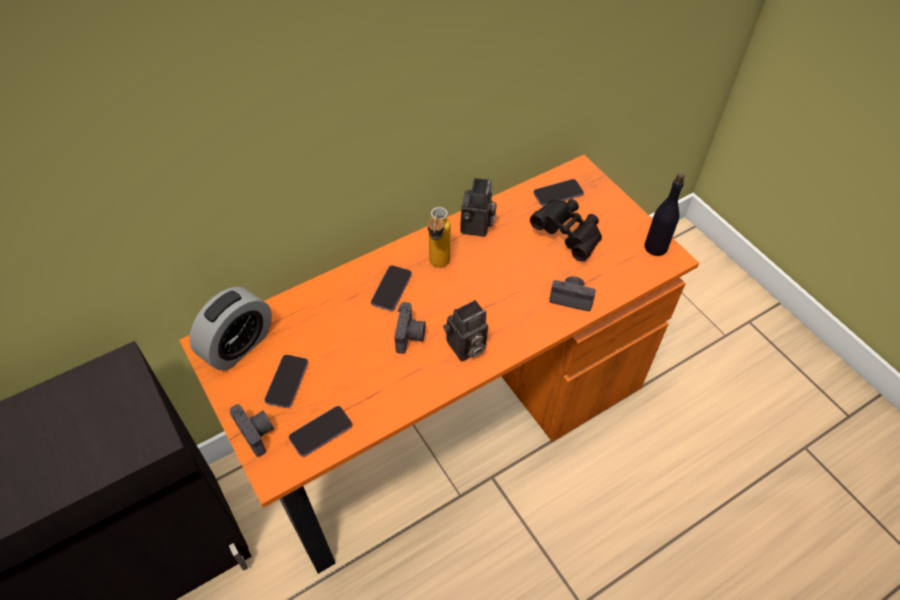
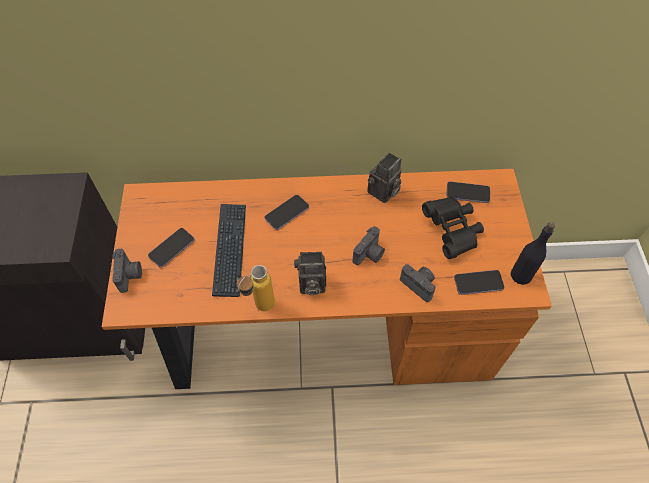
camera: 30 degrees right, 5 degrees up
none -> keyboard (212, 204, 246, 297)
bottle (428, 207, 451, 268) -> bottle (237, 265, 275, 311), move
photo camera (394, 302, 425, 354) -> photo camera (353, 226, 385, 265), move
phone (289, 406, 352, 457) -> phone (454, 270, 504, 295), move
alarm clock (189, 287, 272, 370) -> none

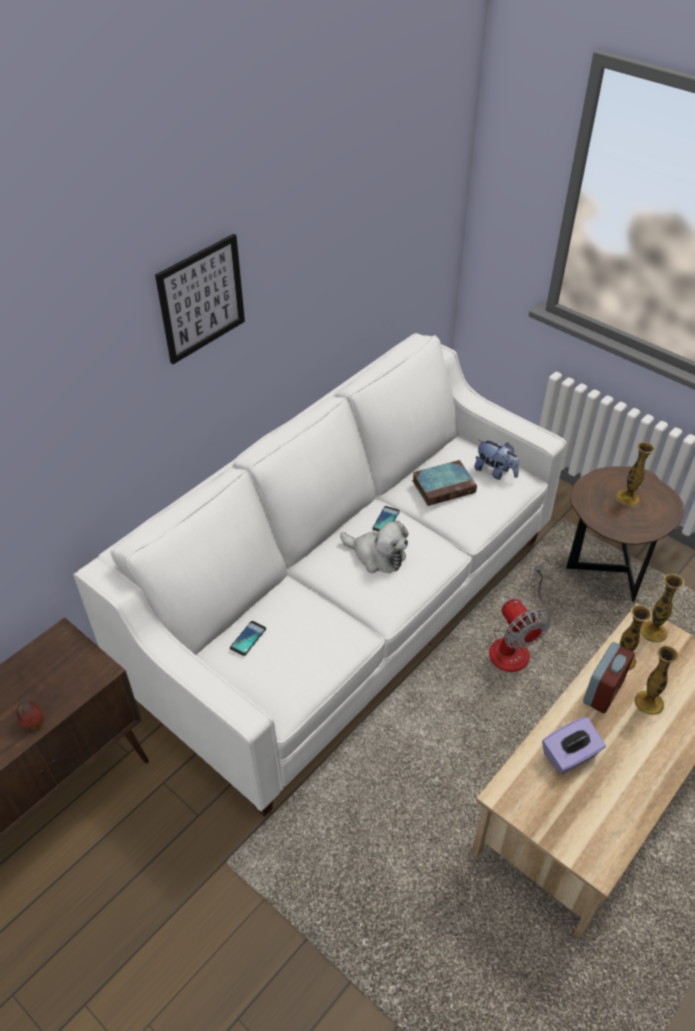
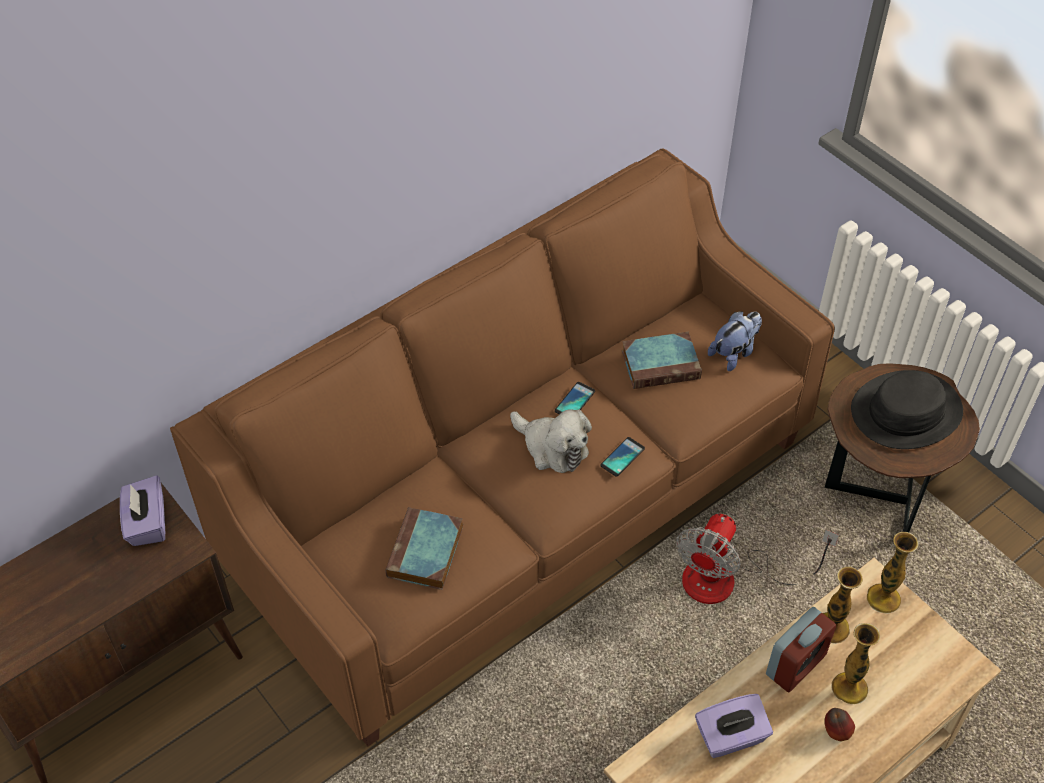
camera: 10 degrees right, 5 degrees up
none -> purple tissue box (120, 475, 165, 546)
white sofa (73, 333, 567, 817) -> brown sofa (170, 149, 835, 747)
none -> book (385, 507, 463, 590)
phone (230, 621, 266, 656) -> phone (600, 437, 645, 477), move
fan (489, 562, 551, 672) -> fan (676, 513, 839, 604), 45 degrees clockwise
plush toy (474, 439, 519, 480) -> plush toy (708, 311, 762, 371), 90 degrees counterclockwise
apple (16, 701, 44, 729) -> apple (825, 708, 855, 741), move
vase (616, 442, 655, 506) -> black hat (851, 370, 963, 449)
picture (155, 234, 245, 364) -> none

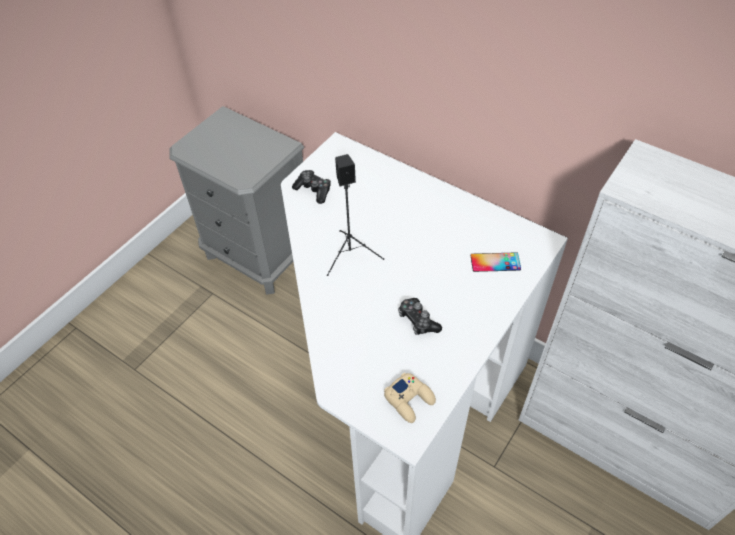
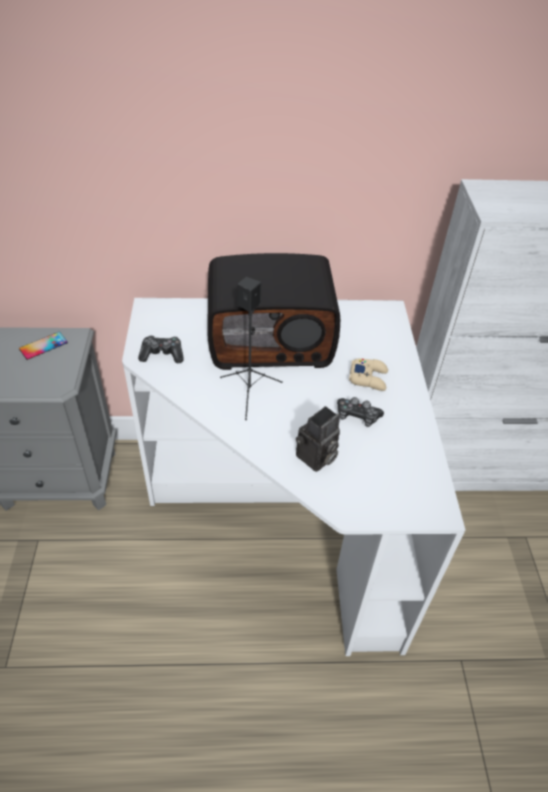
camera: 40 degrees left, 5 degrees down
phone (471, 252, 521, 272) -> phone (19, 332, 68, 360), move
none -> radio (207, 253, 340, 370)
none -> photo camera (296, 406, 340, 472)
beige game controller (384, 372, 436, 423) -> beige game controller (349, 359, 388, 391), move

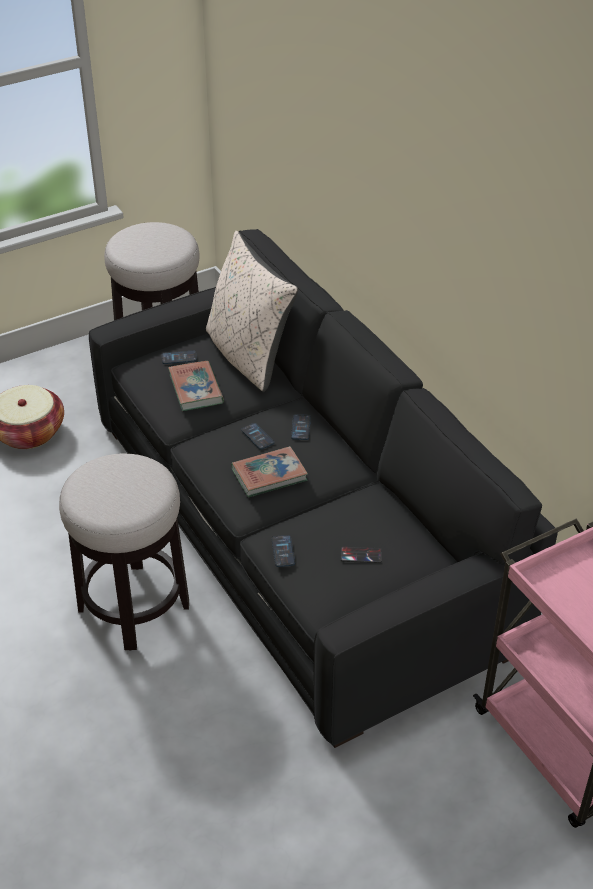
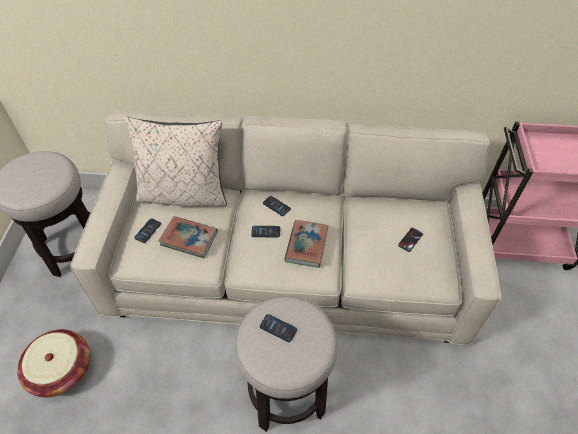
camera: 55 degrees left, 10 degrees up
black sofa (89, 229, 558, 748) -> beige sofa (70, 111, 501, 345)
phone (272, 535, 295, 567) -> phone (260, 314, 297, 342), move

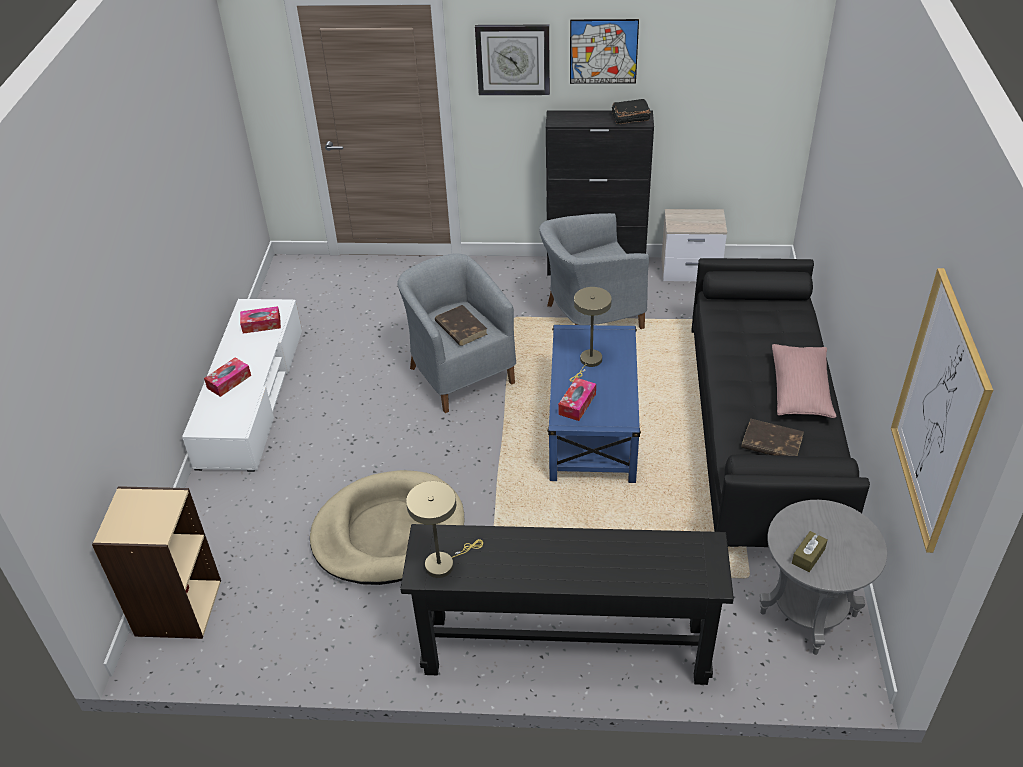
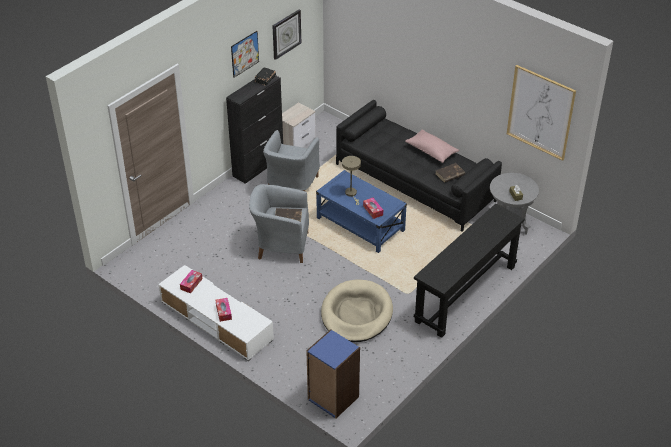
camera: 55 degrees left, 0 degrees up
wall clock (475, 24, 550, 95) -> wall clock (273, 10, 301, 60), move
beige bookcase (92, 486, 221, 639) -> blue bookcase (306, 329, 360, 419)
beige table lamp (406, 481, 483, 578) -> none

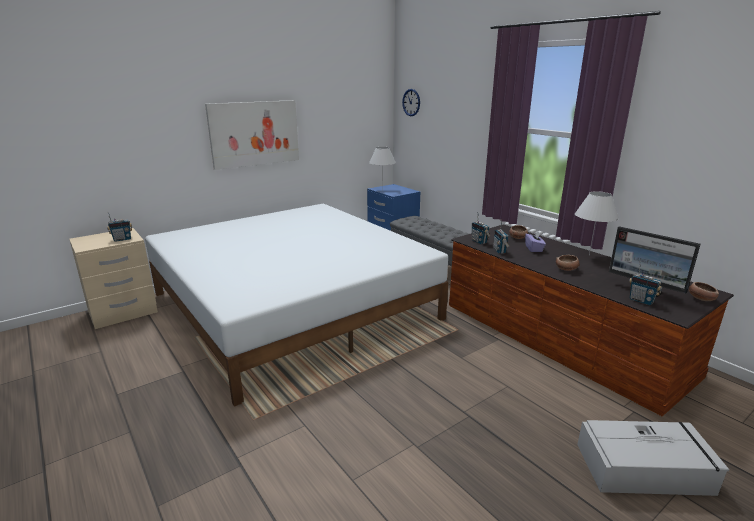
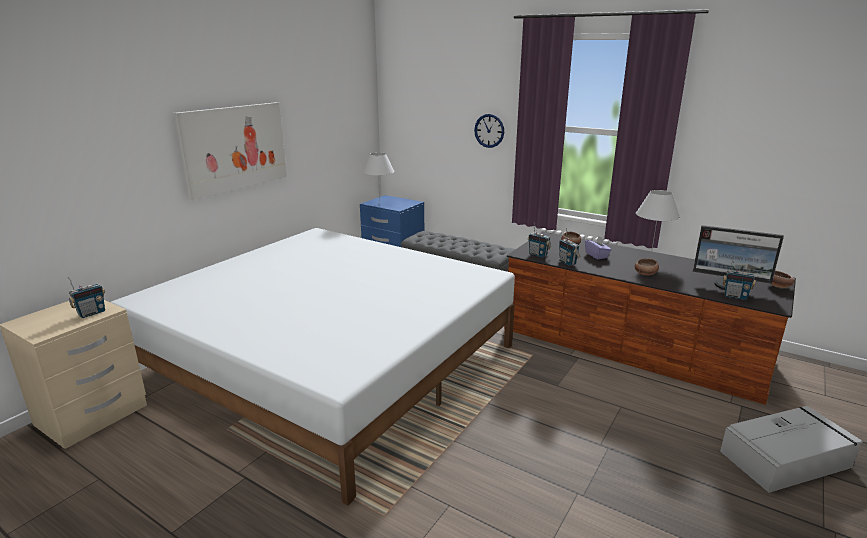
camera: 20 degrees left, 0 degrees up
wall clock (402, 89, 420, 116) -> wall clock (474, 114, 504, 148), move

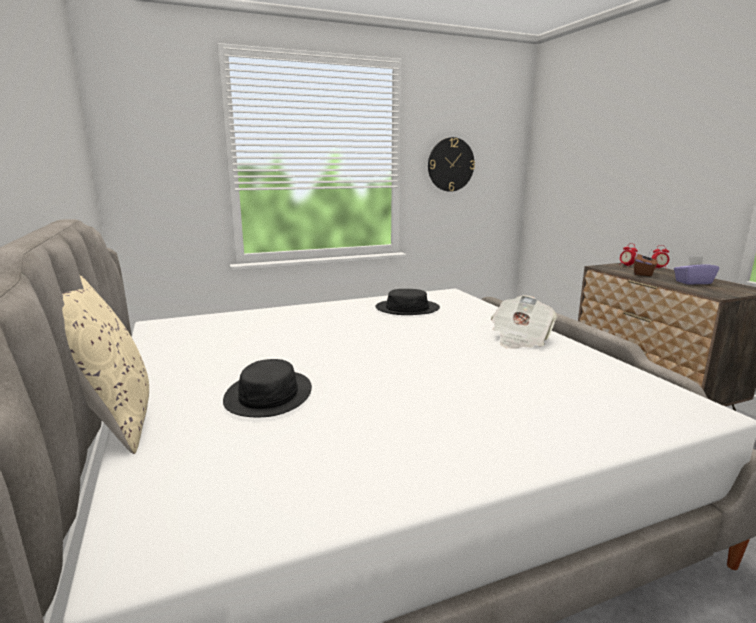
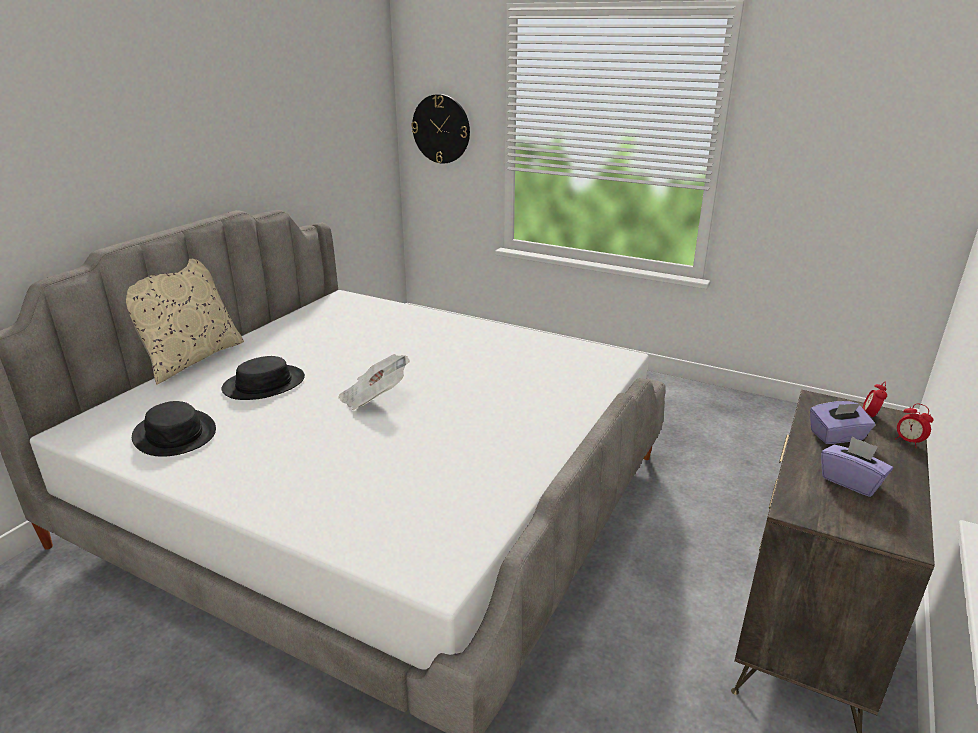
camera: 50 degrees right, 10 degrees up
black hat (376, 289, 440, 315) -> black hat (132, 401, 216, 457), move
newspaper (491, 295, 557, 349) -> newspaper (338, 354, 410, 410), move
wall clock (428, 137, 475, 192) -> wall clock (411, 94, 470, 164), move
brown tissue box (634, 251, 658, 276) -> purple tissue box (810, 401, 875, 444)

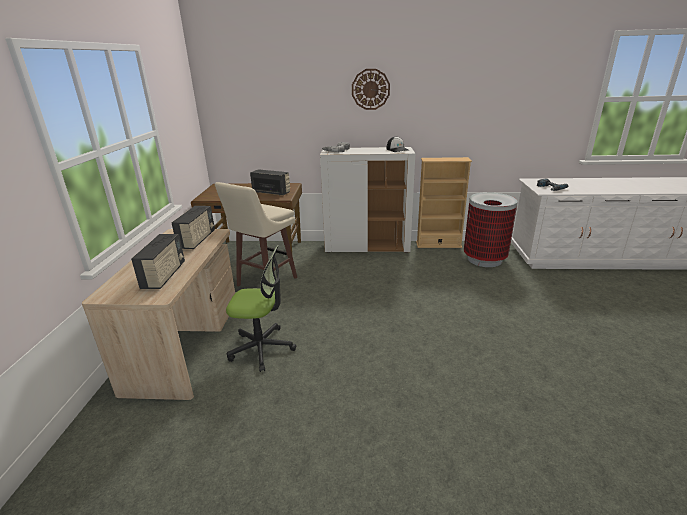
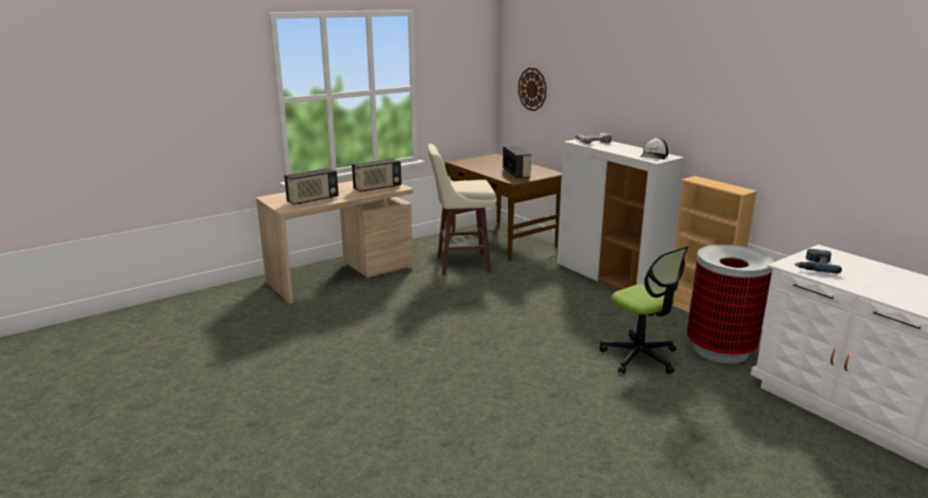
camera: 50 degrees right, 5 degrees down
wall clock (352, 69, 390, 110) -> wall clock (518, 68, 547, 111), move
office chair (226, 245, 296, 372) -> office chair (600, 246, 689, 374), move

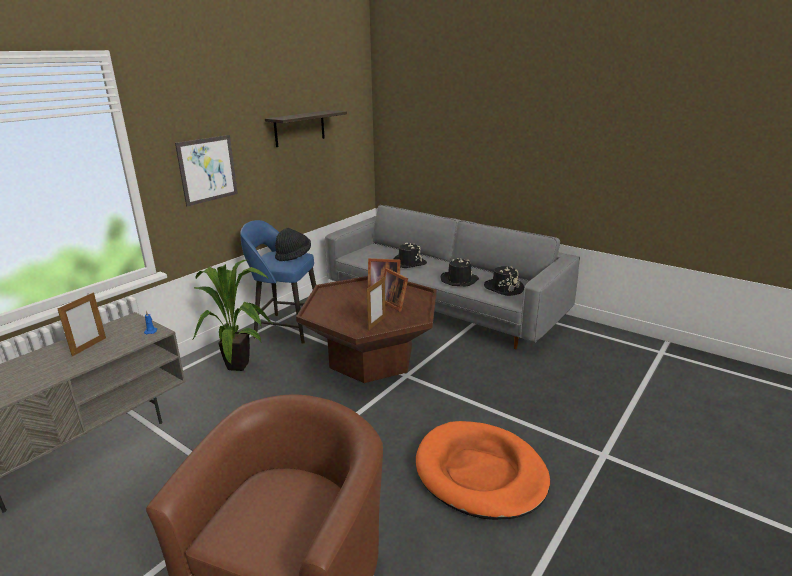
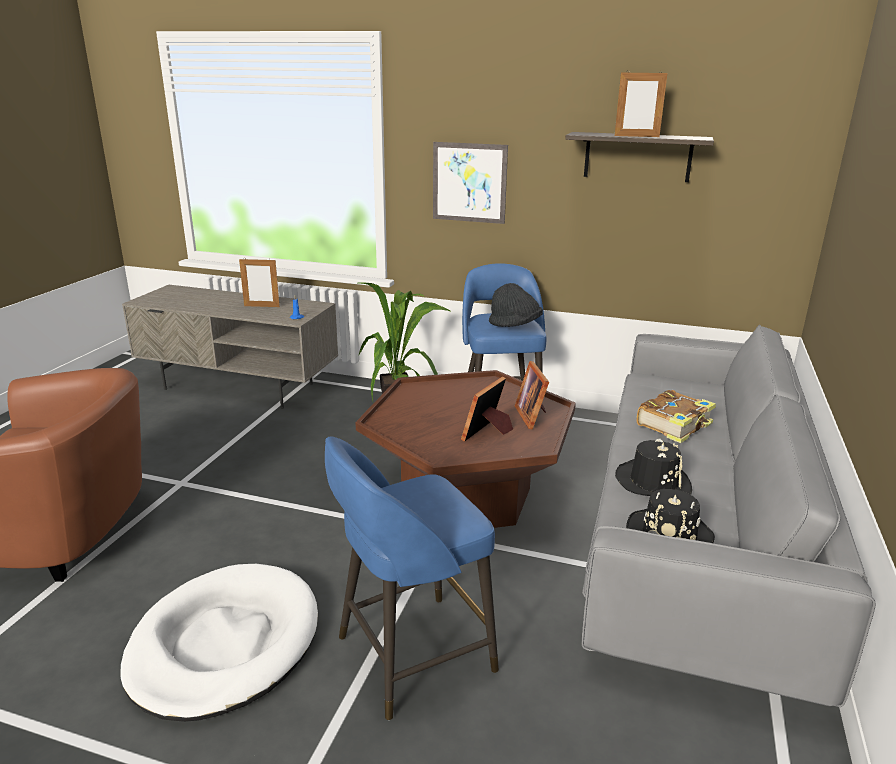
camera: 70 degrees right, 0 degrees up
orange dog bed (416, 421, 550, 520) -> white dog bed (120, 564, 318, 722)
none -> blue stool (325, 437, 499, 720)
picture frame (367, 277, 386, 331) -> picture frame (615, 70, 668, 137), move
black hat (393, 242, 427, 268) -> book (637, 390, 716, 443)

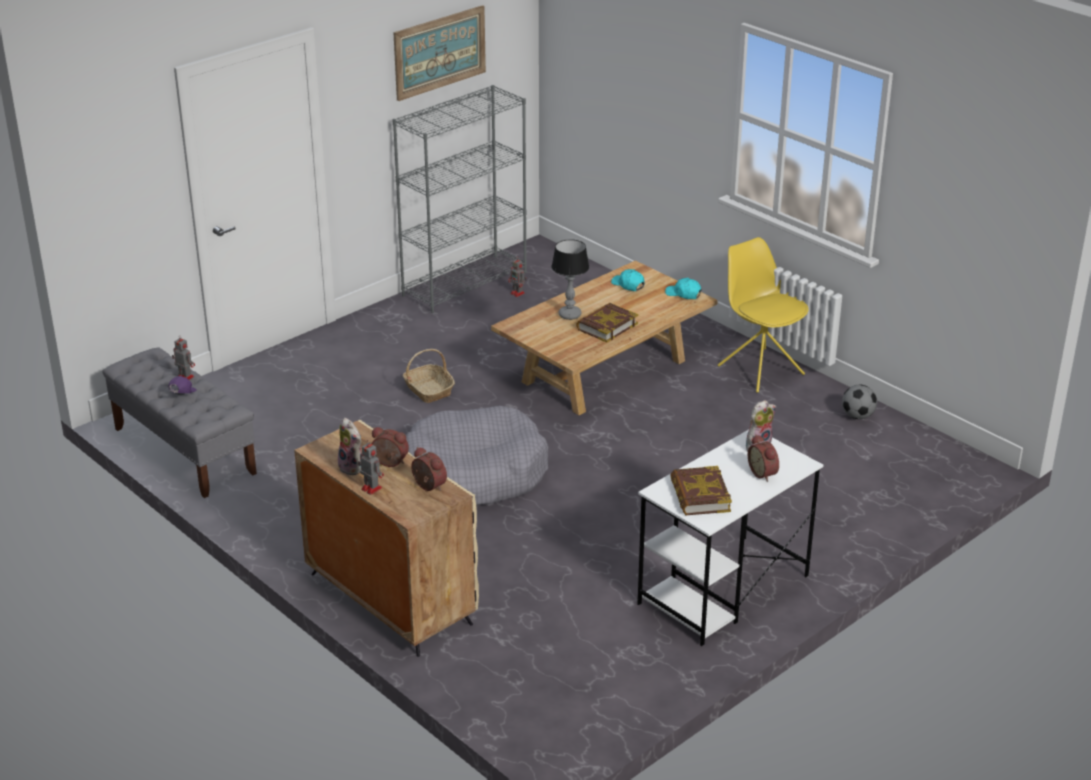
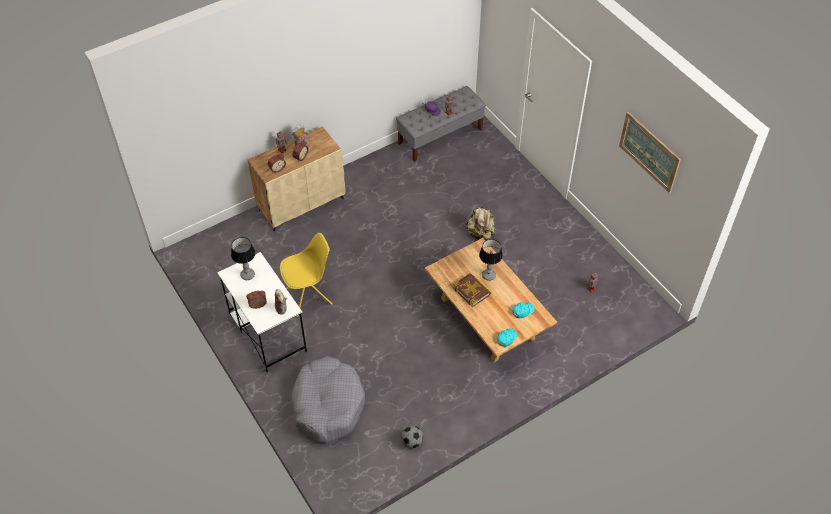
camera: 100 degrees right, 20 degrees up
book (670, 466, 732, 515) -> table lamp (231, 237, 255, 280)
yellow chair (718, 237, 808, 393) -> yellow chair (280, 233, 332, 317), move
grey dog bed (406, 406, 548, 506) -> grey dog bed (291, 356, 365, 443), move
basket (403, 349, 455, 403) -> beige backpack (467, 205, 496, 240)
grey bookcase (393, 85, 527, 313) -> none

